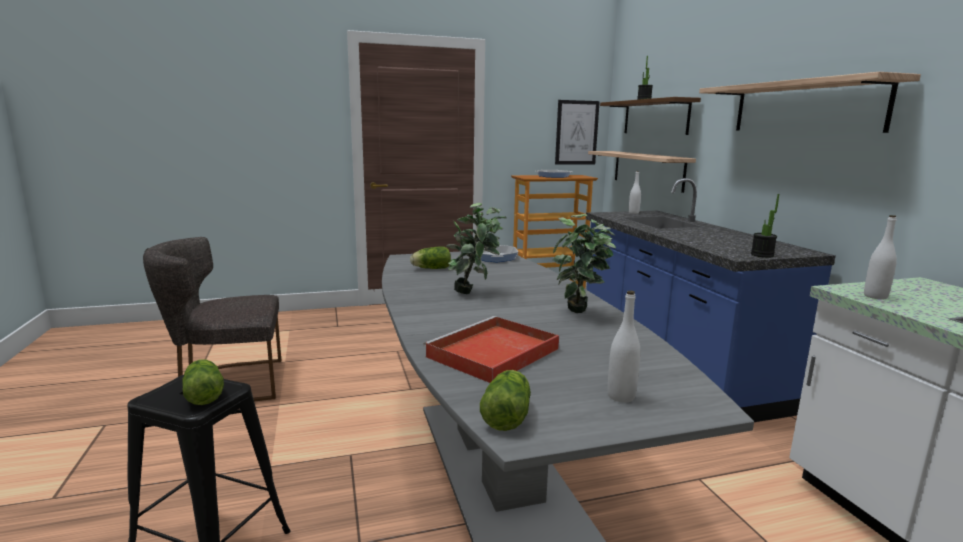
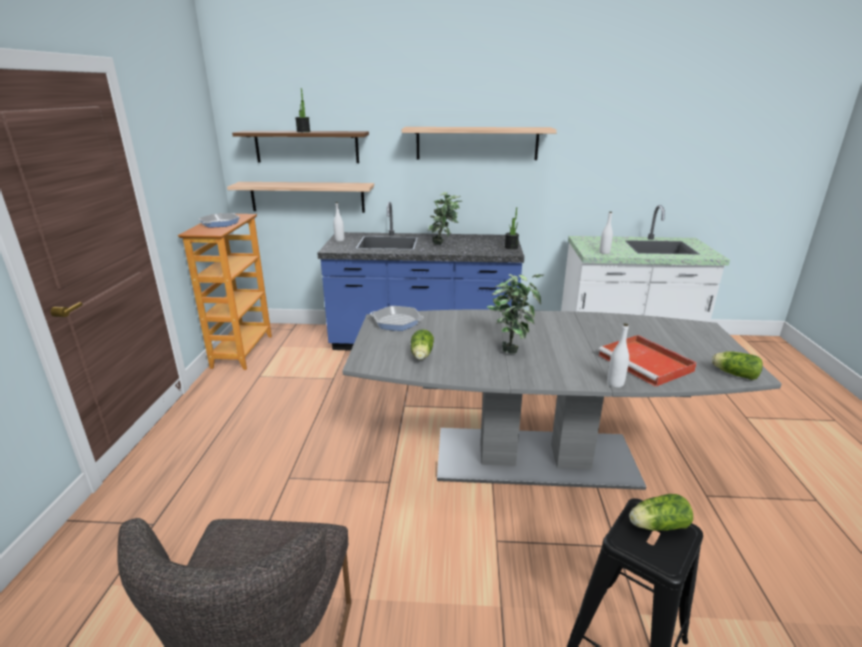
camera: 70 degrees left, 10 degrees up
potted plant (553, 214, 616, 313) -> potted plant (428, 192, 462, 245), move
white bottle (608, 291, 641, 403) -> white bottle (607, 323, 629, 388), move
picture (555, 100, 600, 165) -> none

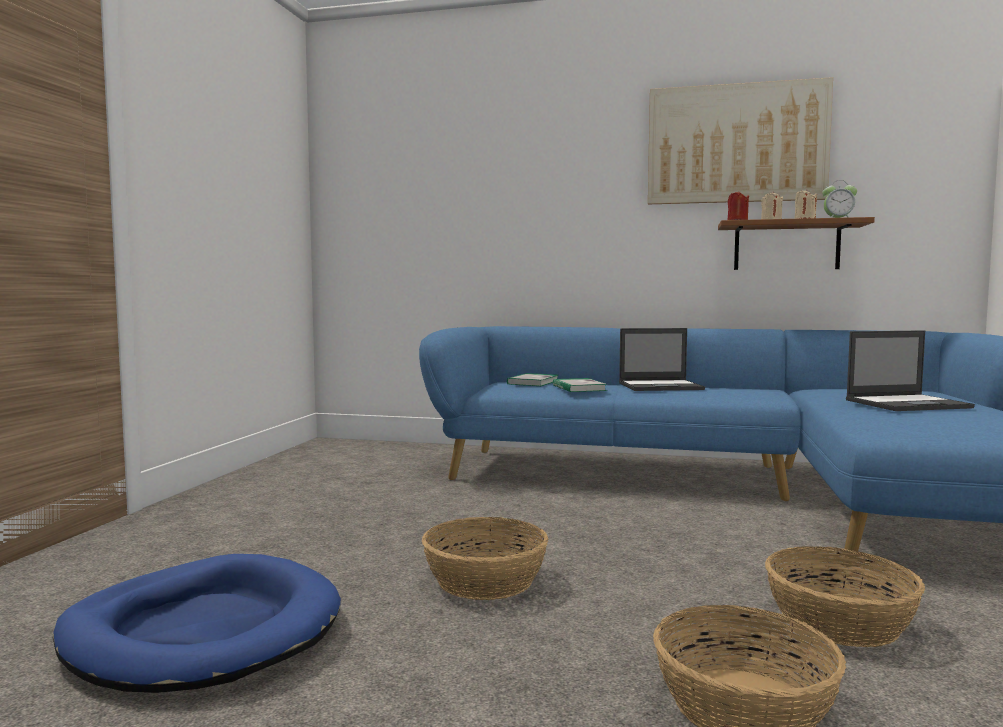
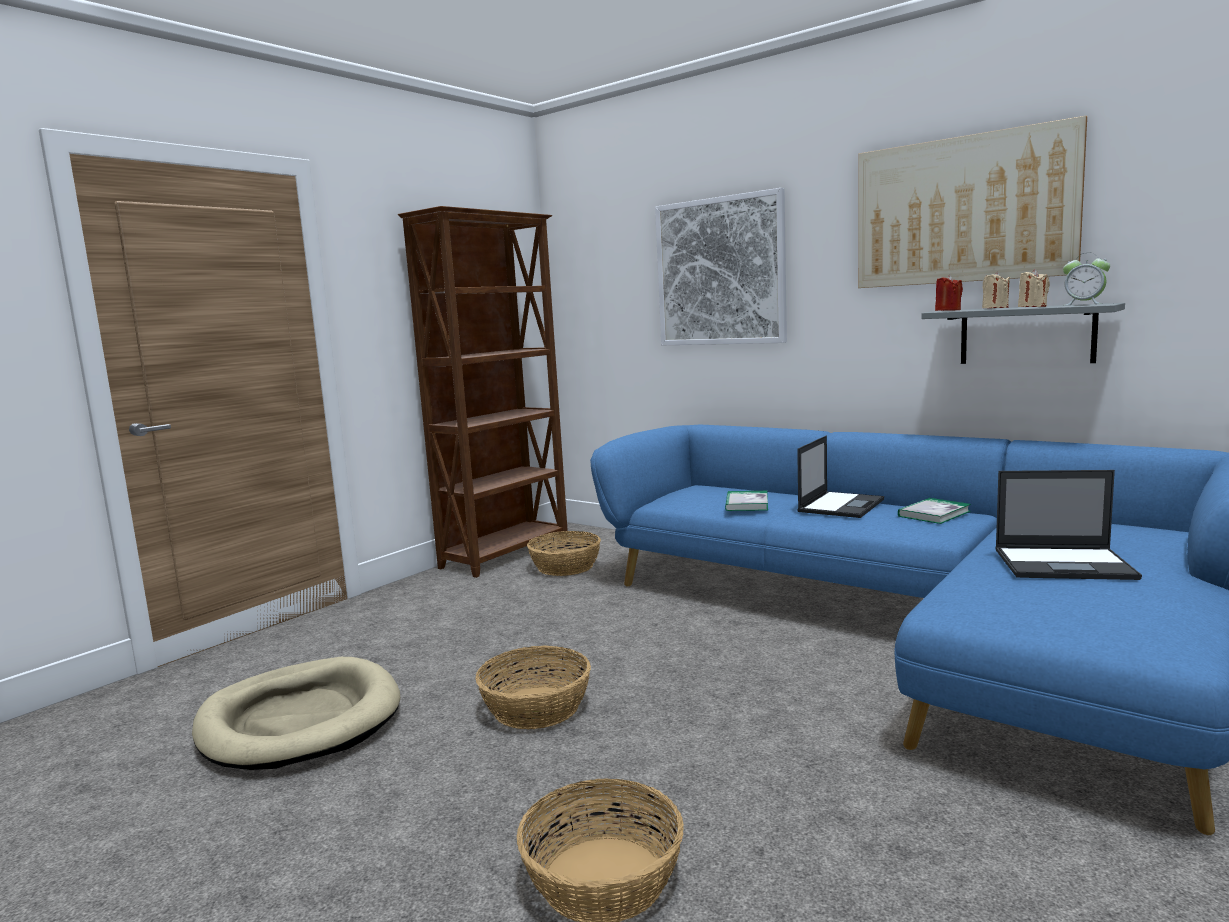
camera: 25 degrees right, 5 degrees up
blue dog bed (53, 554, 341, 693) -> beige dog bed (192, 657, 401, 770)
none -> brown bookcase (398, 206, 568, 578)
basket (765, 546, 925, 647) -> basket (527, 531, 601, 576), move
none -> picture (655, 188, 787, 345)
laptop (619, 328, 705, 391) -> laptop (797, 436, 884, 518), 75 degrees counterclockwise
book (507, 373, 558, 386) -> book (898, 498, 971, 524), move
brown shelf (718, 217, 875, 270) -> grey shelf (921, 303, 1125, 364)

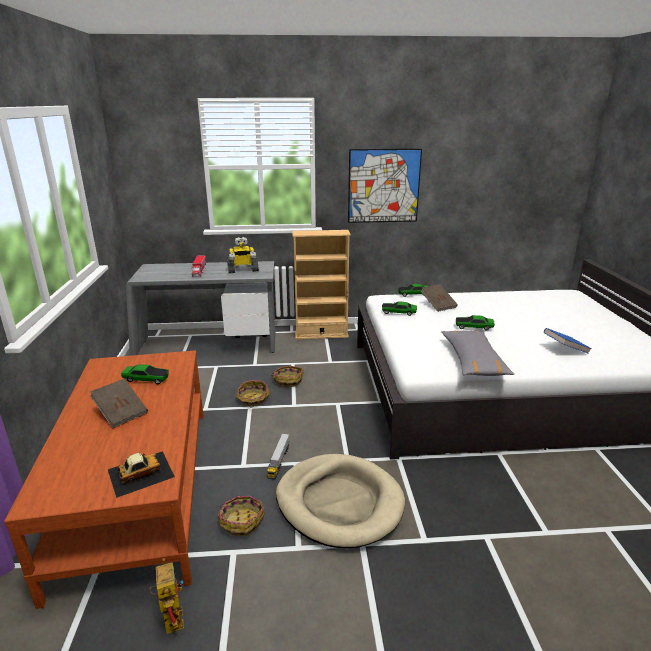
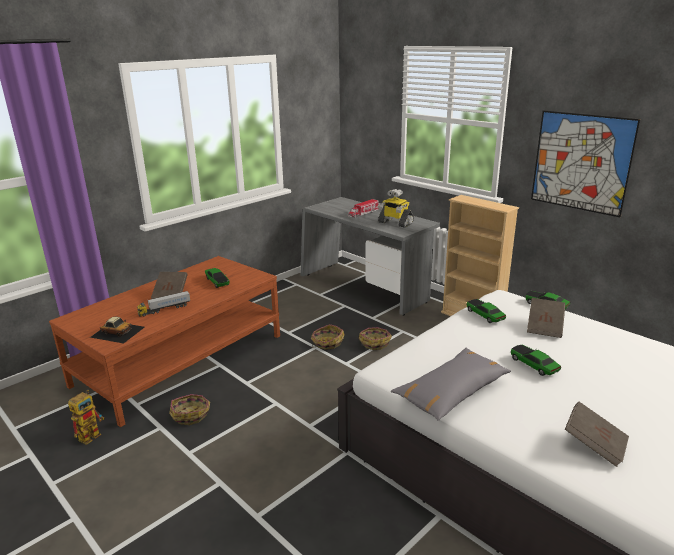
camera: 50 degrees right, 0 degrees up
toy truck (267, 434, 290, 480) -> toy truck (137, 291, 190, 317), move
blue book (544, 328, 592, 354) -> brown book (565, 402, 629, 467)
beige dog bed (276, 454, 405, 548) -> none

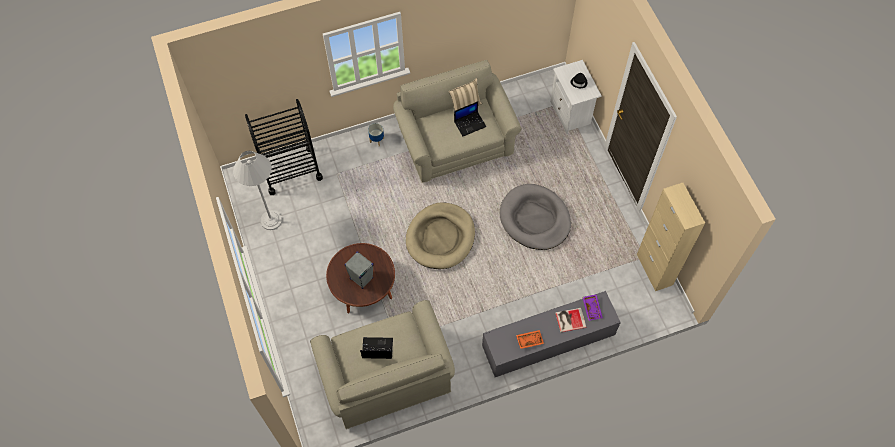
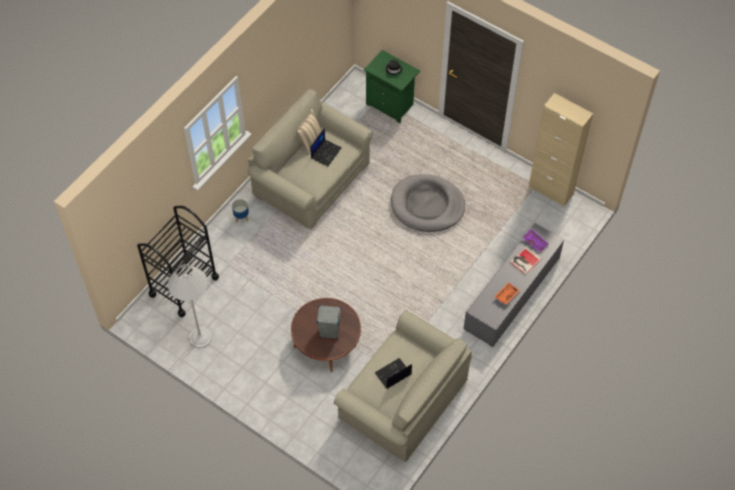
camera: 35 degrees left, 5 degrees down
white nightstand (550, 60, 602, 134) -> green nightstand (364, 50, 420, 123)
beige dog bed (406, 202, 475, 269) -> none

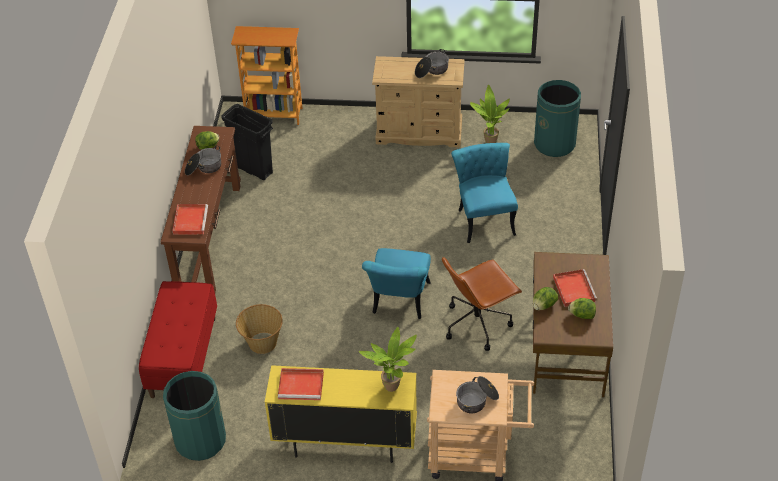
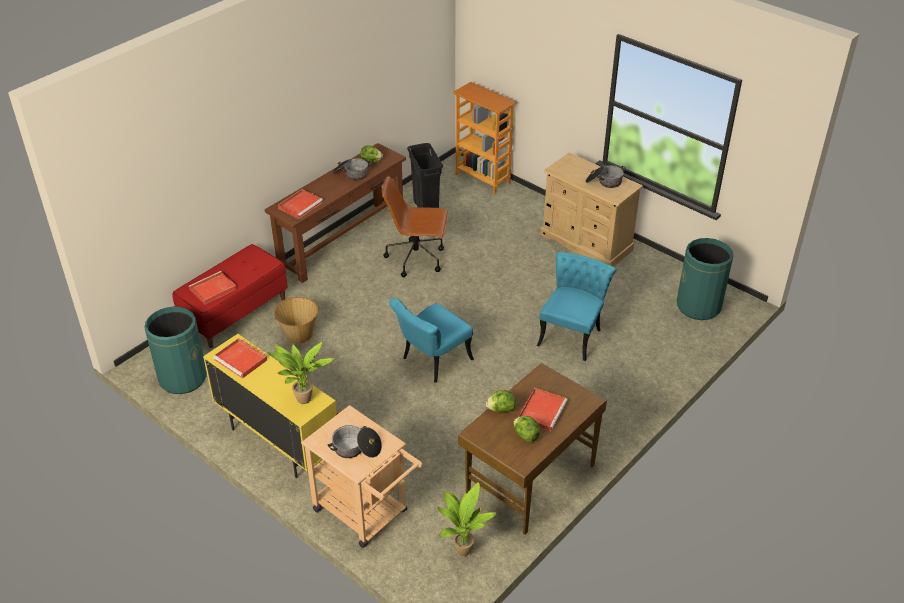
camera: 35 degrees right, 5 degrees down
none -> red tray (189, 271, 237, 305)
brown office chair (442, 257, 522, 351) -> brown office chair (382, 176, 449, 277), move
potted plant (470, 85, 510, 143) -> potted plant (438, 482, 497, 556), move

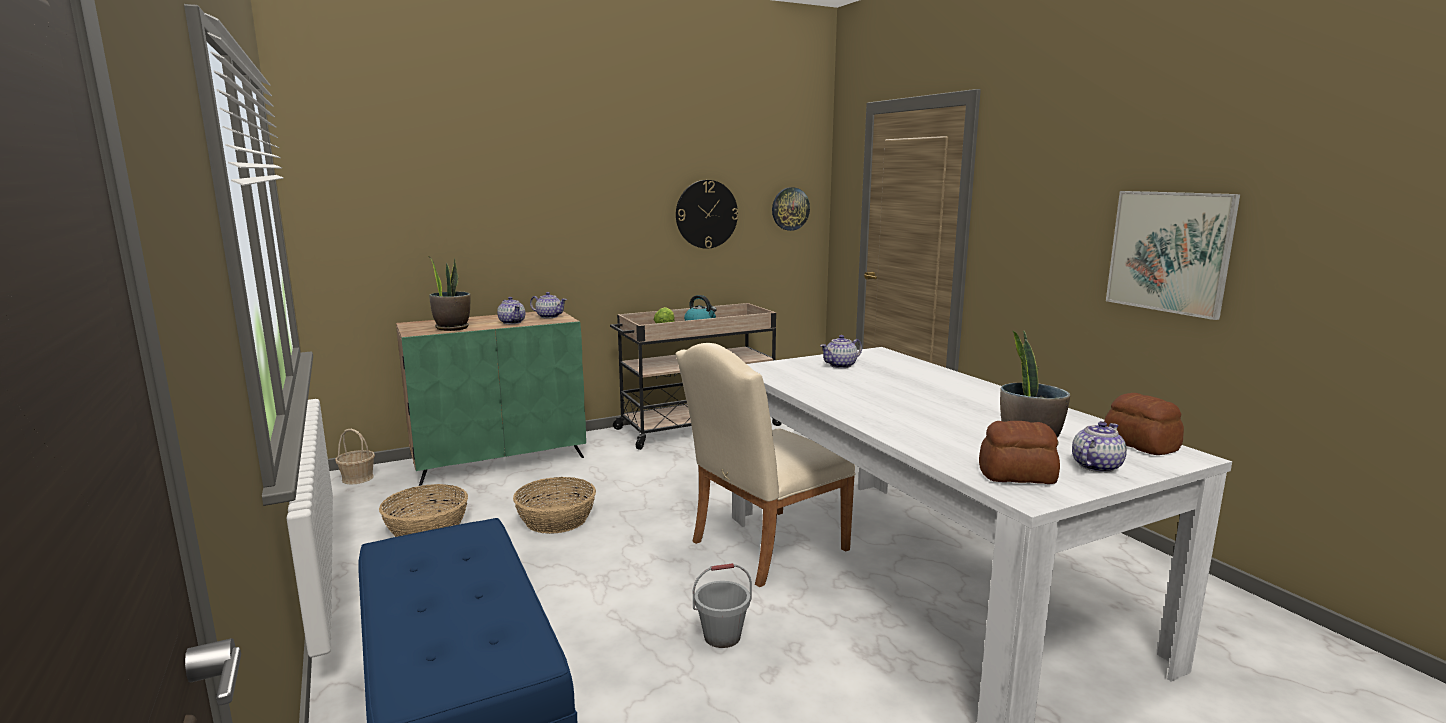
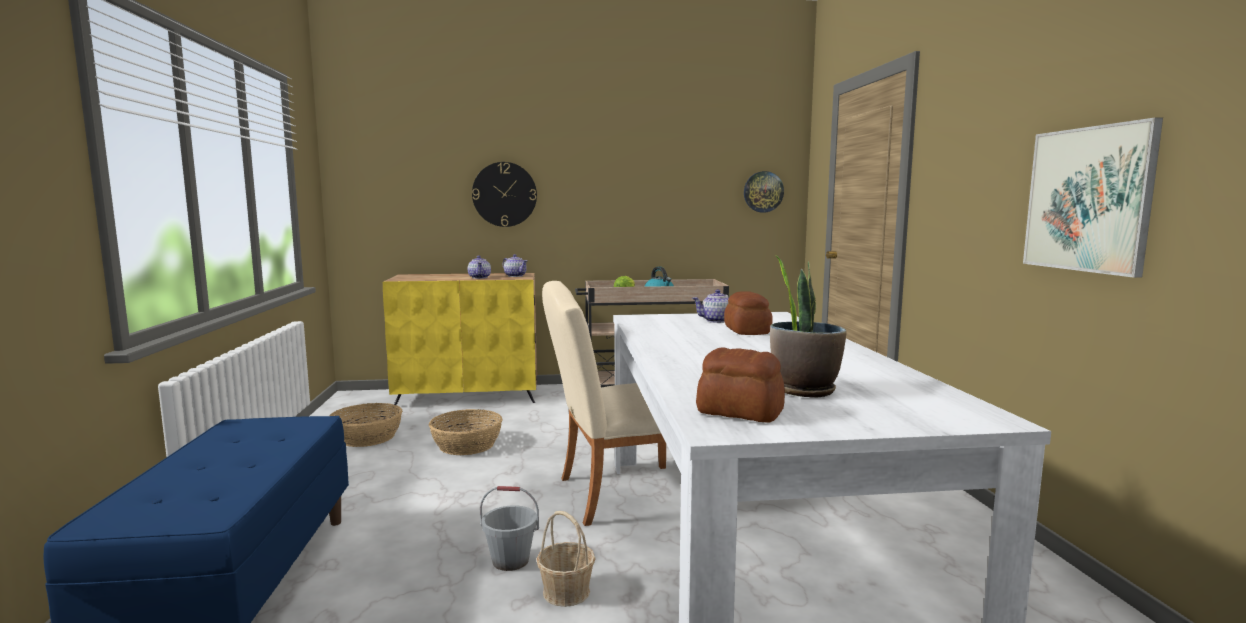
camera: 20 degrees right, 5 degrees down
green cabinet (396, 311, 586, 486) -> yellow cabinet (382, 273, 537, 408)
wall clock (676, 180, 738, 249) -> wall clock (472, 162, 537, 227), move
basket (335, 429, 375, 485) -> basket (536, 511, 596, 607), move
bread (1104, 393, 1184, 455) -> bread (724, 291, 773, 335), move
potted plant (429, 257, 470, 331) -> none
teapot (1072, 421, 1127, 473) -> none

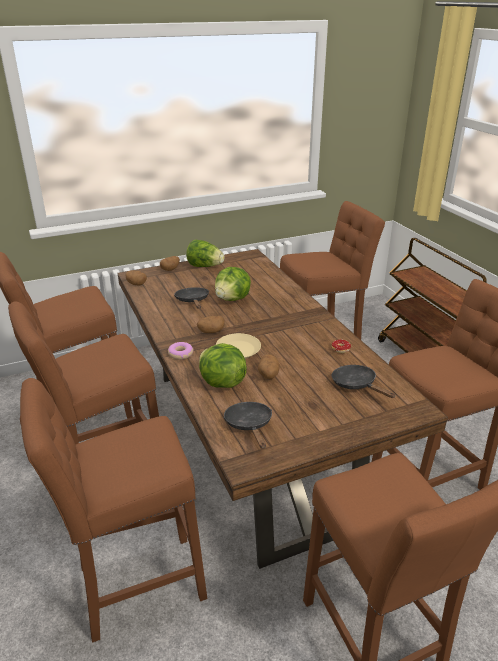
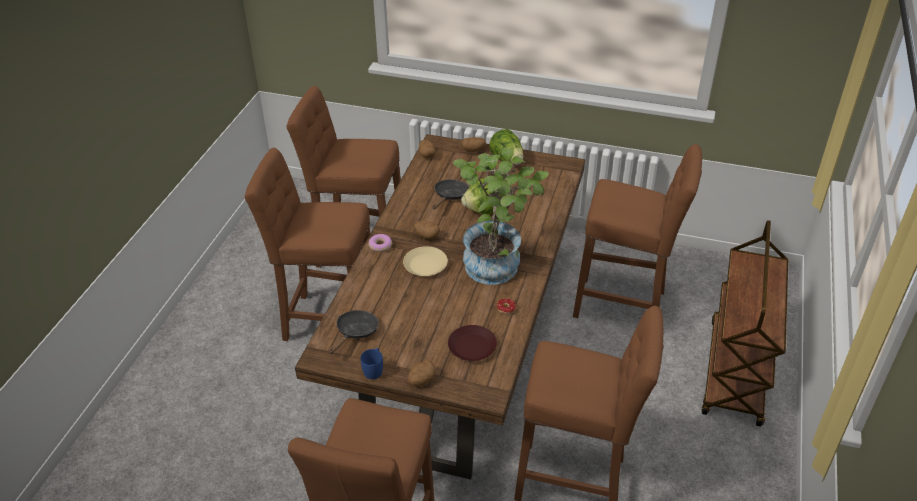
camera: 40 degrees right, 10 degrees up
none -> blue mug (360, 348, 383, 379)
potato (258, 354, 280, 379) -> potato (408, 360, 436, 387), move
black frying pan (332, 365, 396, 398) -> brown plate (448, 325, 497, 361)
none -> potted plant (453, 148, 549, 285)
brown stool (20, 378, 207, 643) -> none
lettuce (199, 343, 247, 388) -> none

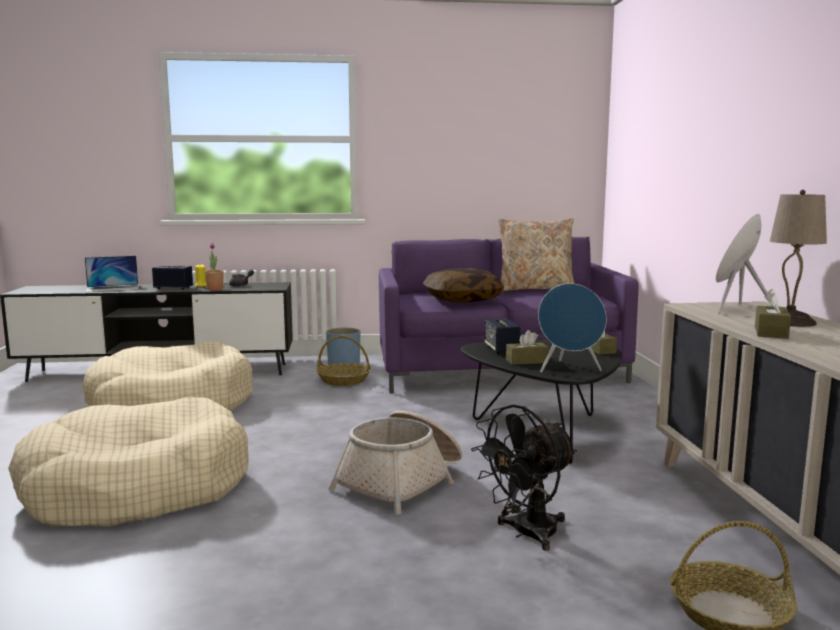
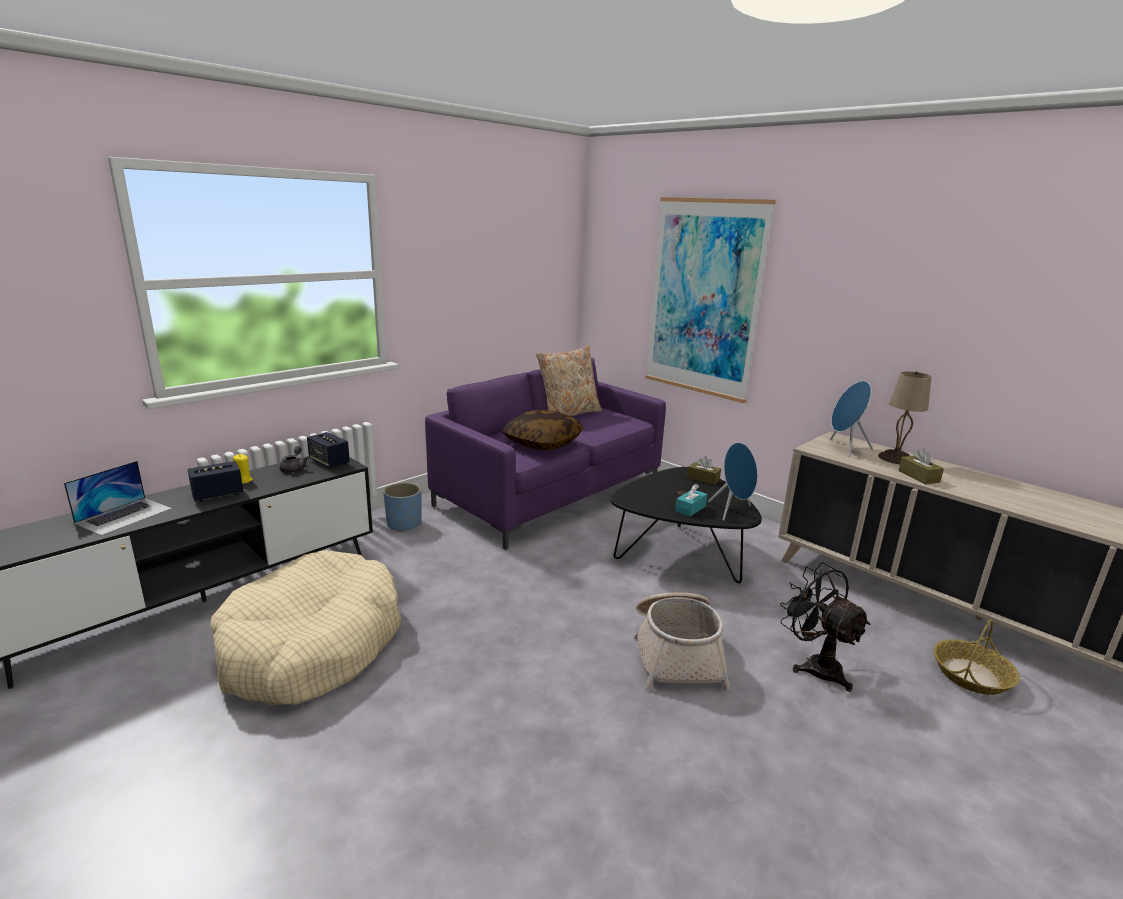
camera: 40 degrees left, 10 degrees up
speaker (484, 319, 521, 354) -> speaker (307, 432, 350, 468), move
none -> picture (645, 197, 776, 403)
brown tissue box (506, 330, 549, 365) -> turquoise tissue box (675, 484, 707, 517)
black fan (471, 404, 577, 551) -> black fan (780, 562, 871, 692), 135 degrees clockwise
beige dog bed (8, 397, 249, 527) -> none
potted plant (205, 243, 224, 290) -> none
basket (317, 336, 371, 386) -> none

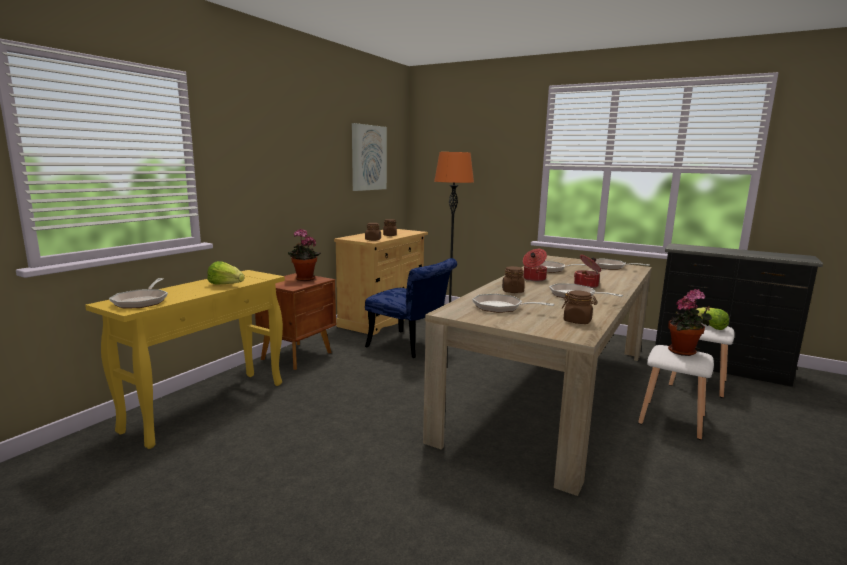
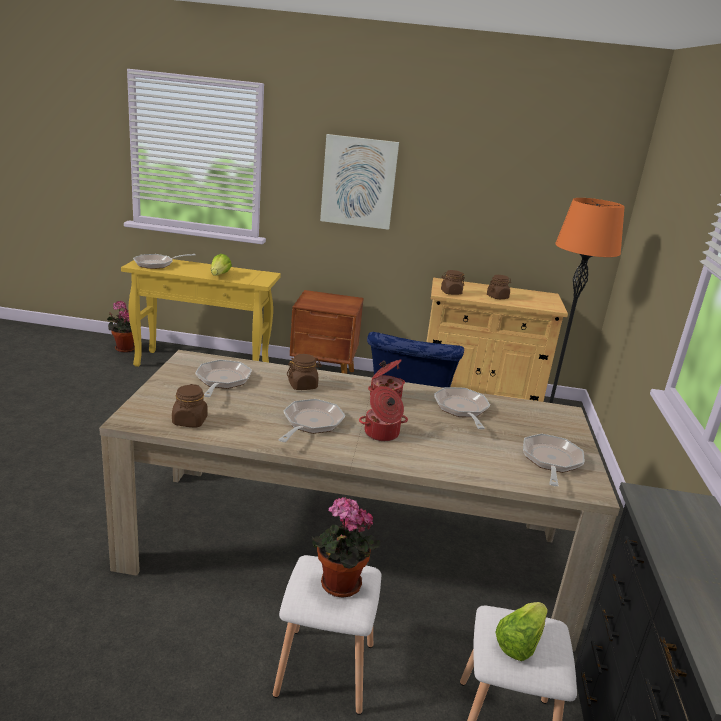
camera: 65 degrees right, 10 degrees up
potted plant (288, 229, 321, 281) -> potted plant (107, 301, 135, 353), move
picture (352, 123, 387, 191) -> picture (320, 134, 399, 230), move

